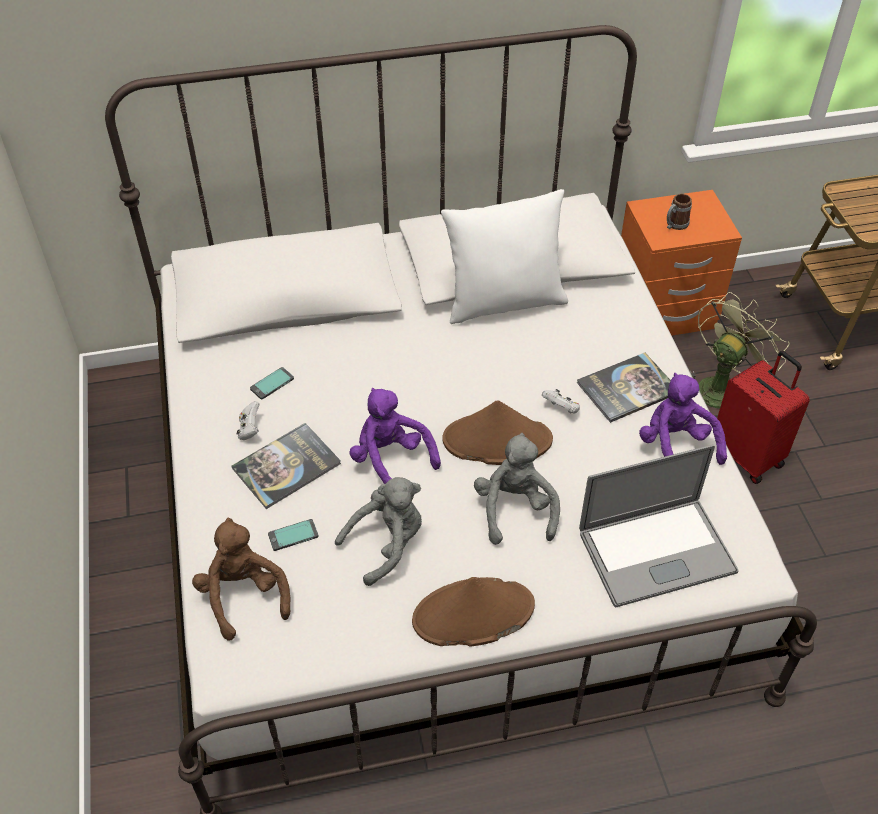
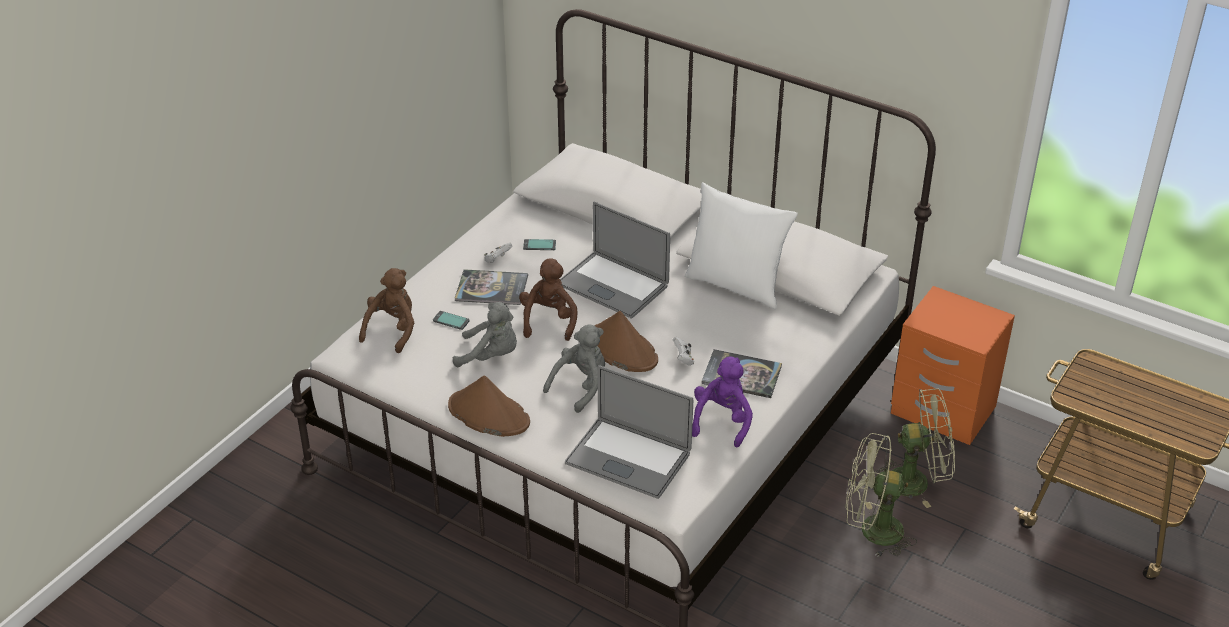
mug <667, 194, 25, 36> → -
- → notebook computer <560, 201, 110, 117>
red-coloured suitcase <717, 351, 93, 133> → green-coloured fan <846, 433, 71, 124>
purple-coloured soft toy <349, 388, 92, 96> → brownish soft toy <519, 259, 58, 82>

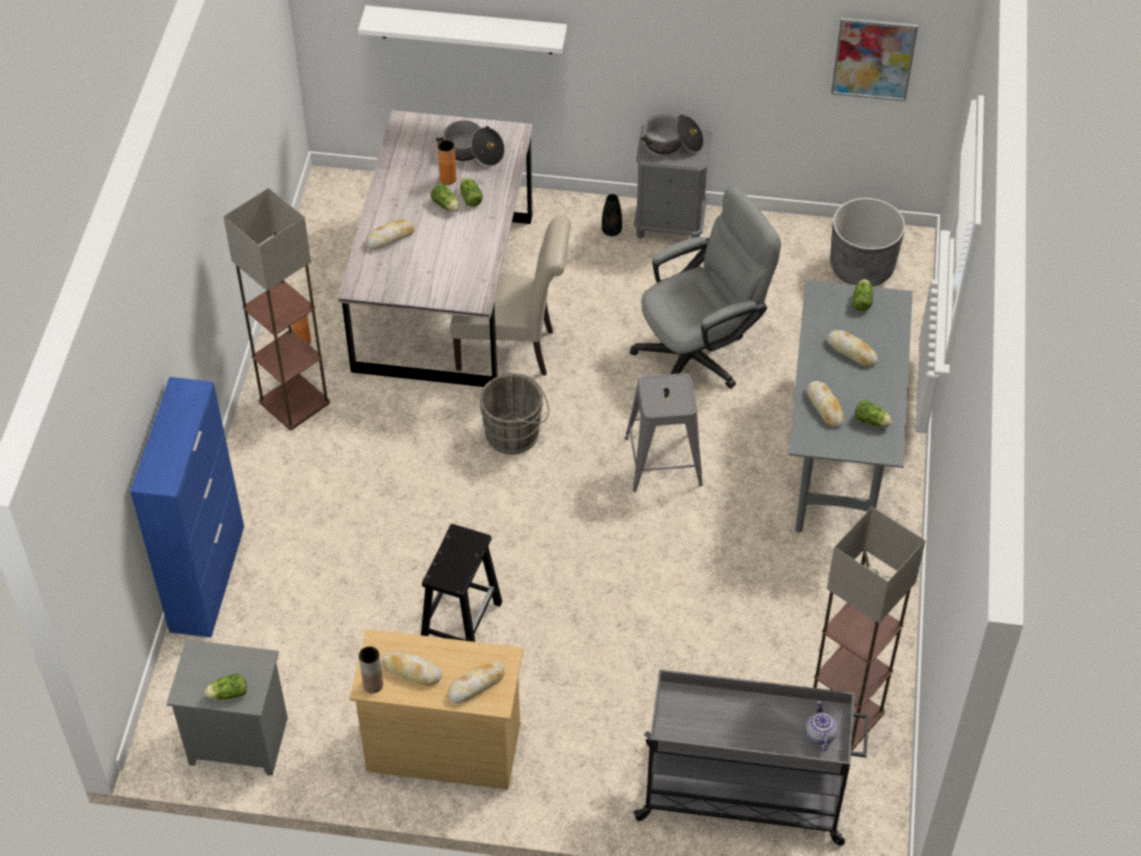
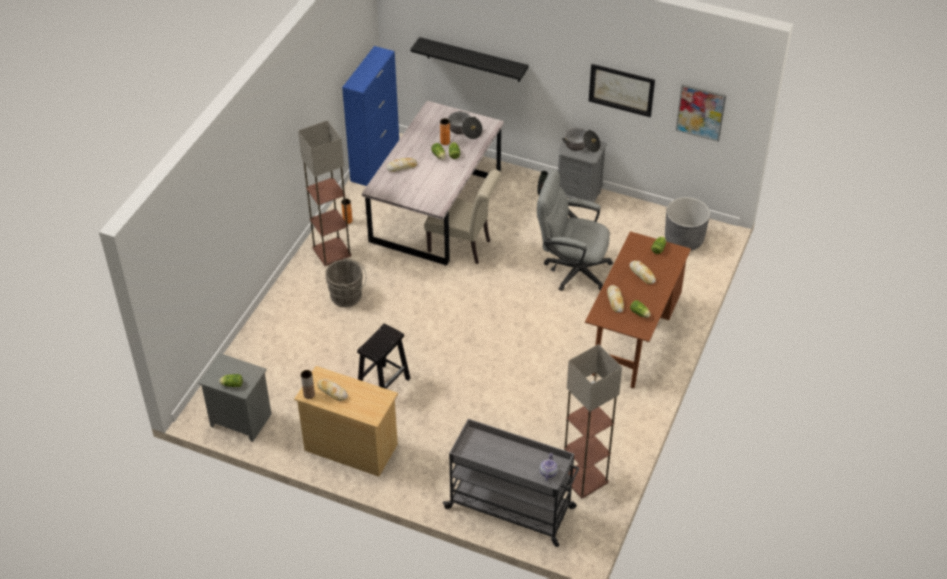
baked bread <448, 662, 57, 41> → -
gray stool seat <625, 373, 78, 119> → -
- → wall art <589, 64, 66, 53>
blue cabinet <130, 377, 114, 260> → blue cabinet <342, 46, 57, 140>, moved
gray bucket <480, 372, 69, 82> → gray bucket <325, 258, 41, 49>, moved
white bracket shelf <358, 5, 209, 49> → blackish bracket shelf <411, 37, 118, 45>
gray desk <789, 280, 124, 253> → brownish desk <585, 231, 106, 157>
gray office chair <630, 186, 151, 212> → gray office chair <537, 170, 76, 121>, 150 degrees counterclockwise

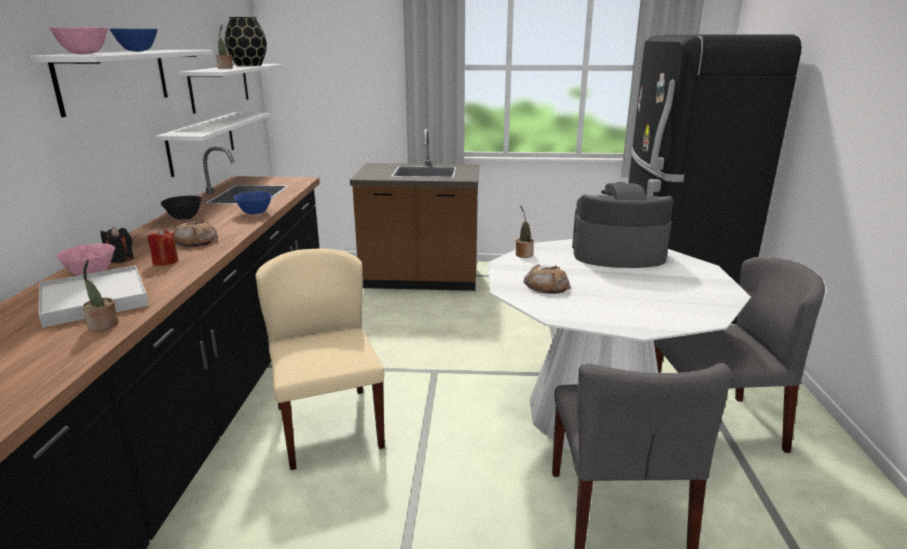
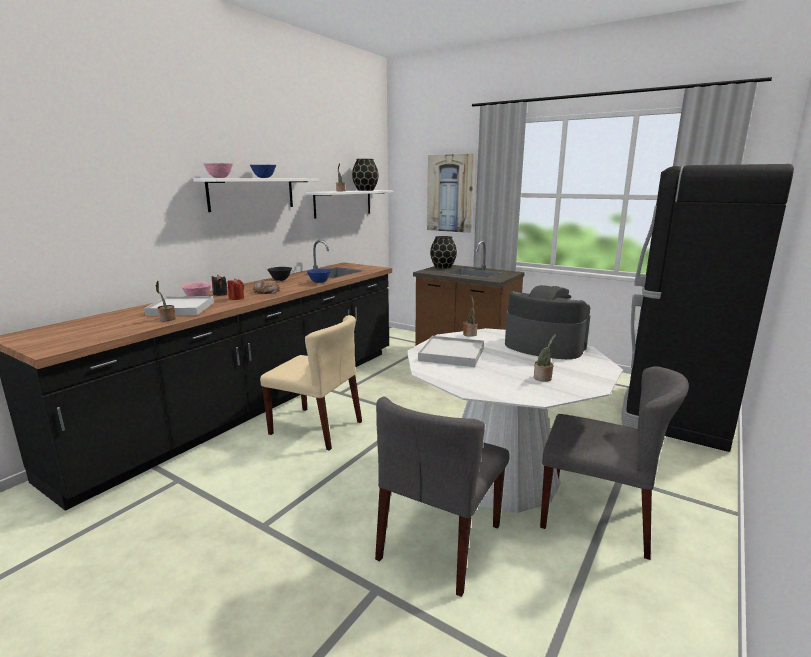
white bracket shelf <155, 112, 115, 65> → -
- → wall art <427, 154, 47, 79>
- → blackish flower vase <430, 236, 27, 33>
- → plant in a pot <534, 334, 22, 48>
baked bread <523, 264, 48, 30> → white carrying tray <418, 336, 66, 31>
beige upright chair <256, 248, 129, 222> → beige upright chair <260, 315, 102, 136>, 105 degrees clockwise

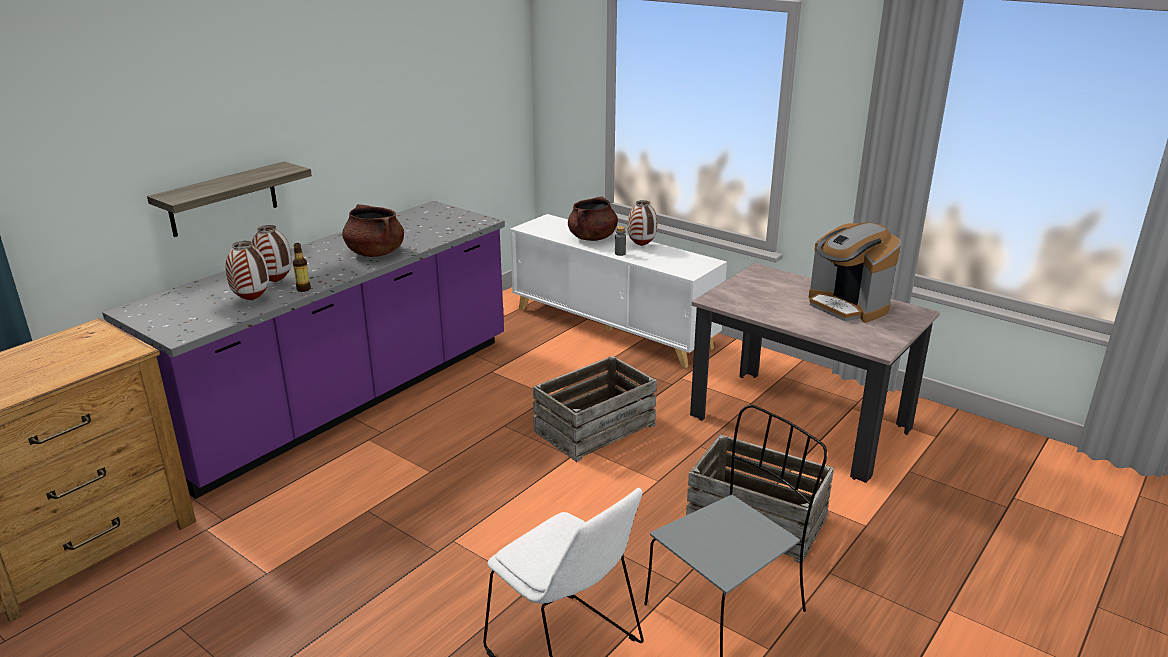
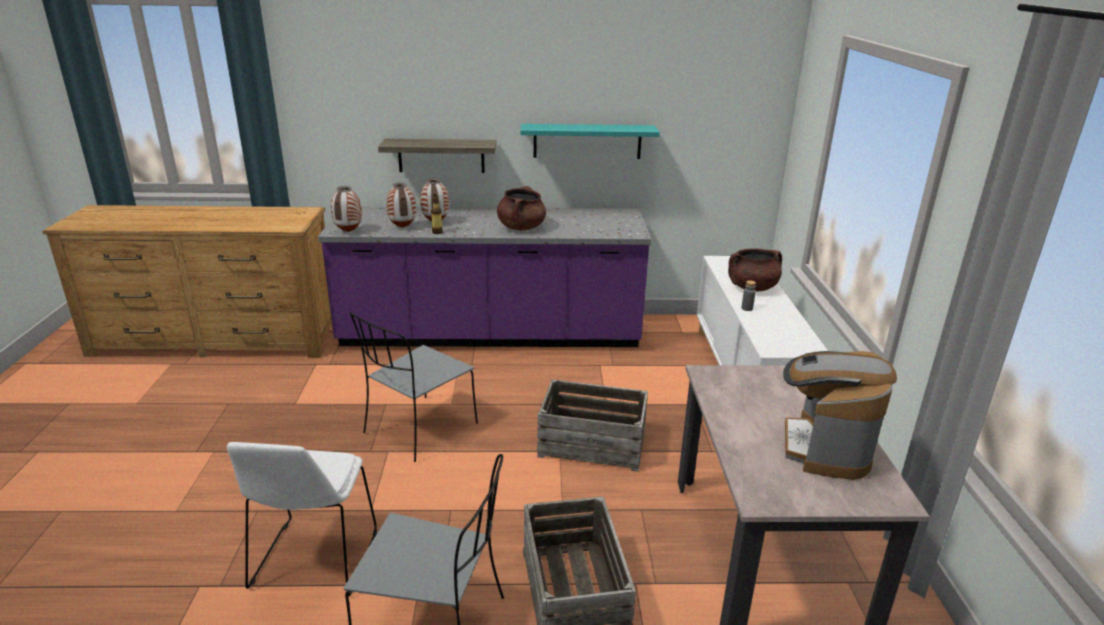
- → gray upright chair <350, 312, 128, 150>
- → blue-green bracket shelf <521, 124, 139, 35>
flower vase <627, 200, 30, 46> → flower vase <331, 186, 31, 46>, moved

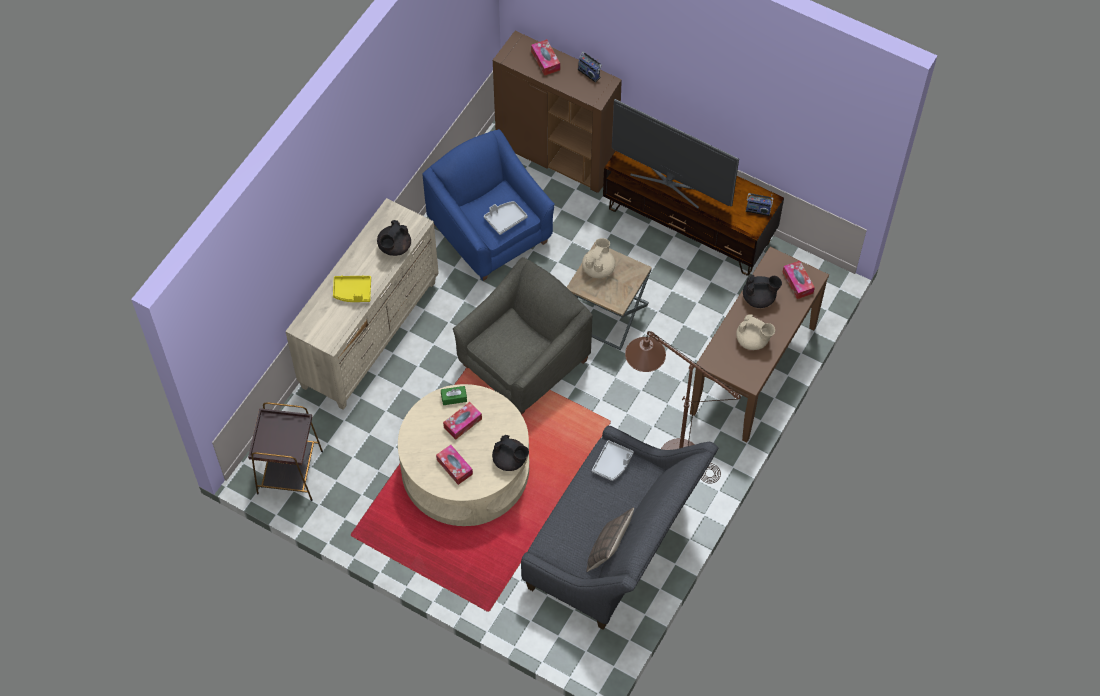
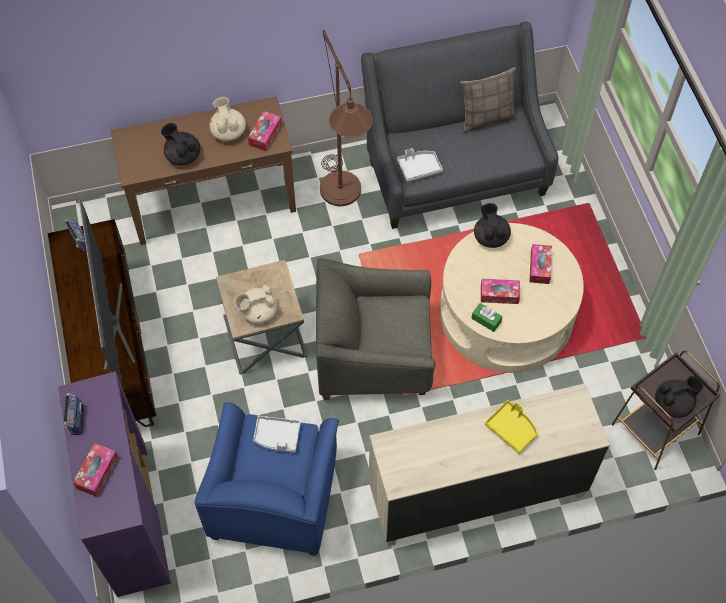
blackish tea pot <377, 220, 34, 36> → blackish tea pot <655, 376, 48, 42>, moved
tissue holder <782, 261, 33, 38> → tissue holder <248, 111, 34, 40>, moved
brownish cabinet <493, 31, 129, 162> → purple-coloured cabinet <58, 371, 113, 226>

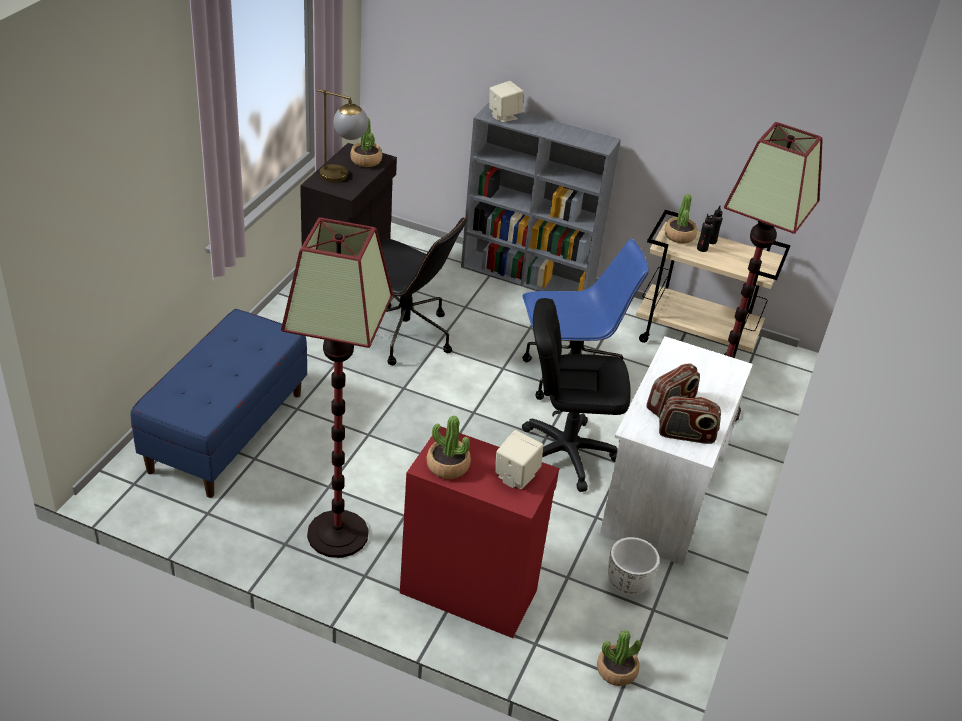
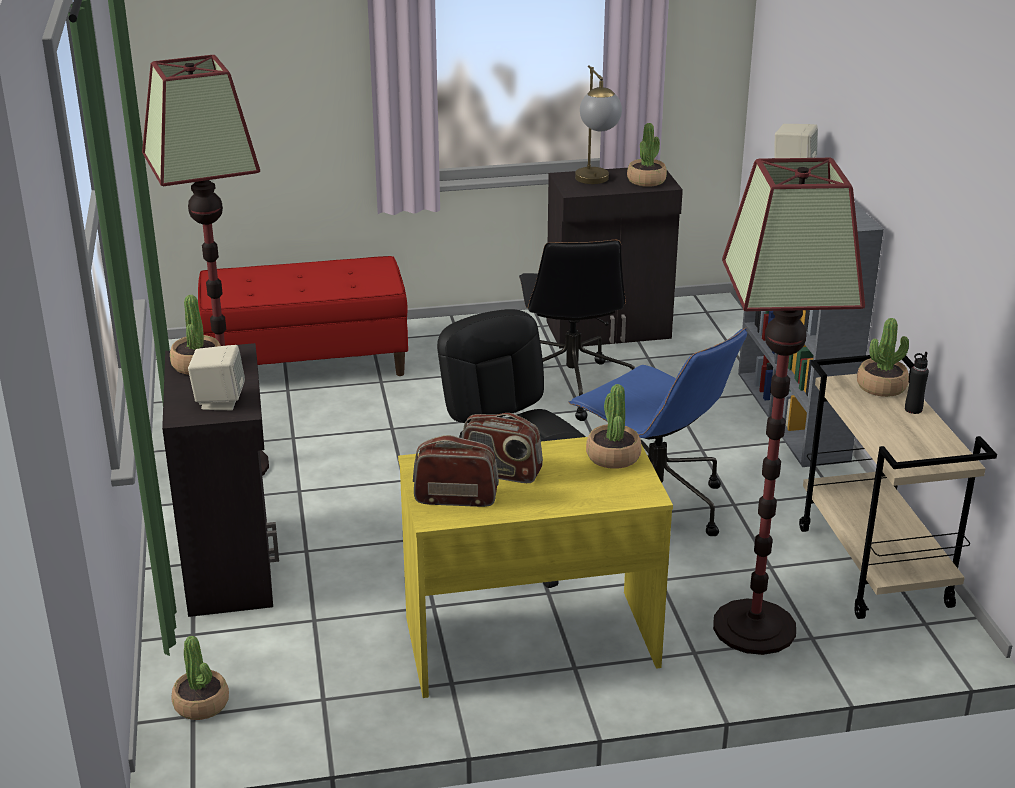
white plant pot <608, 537, 52, 58> → -
blackish beverage bottle <697, 214, 19, 38> → -
- → plant in a pot <586, 384, 55, 85>
blue bench <131, 309, 176, 189> → red-coloured bench <198, 256, 210, 120>
red-coloured cabinet <400, 426, 159, 212> → blackish cabinet <162, 343, 117, 274>
white desk <599, 336, 154, 230> → yellow desk <398, 437, 275, 261>
radio receiver <659, 396, 62, 48> → radio receiver <413, 435, 86, 72>, 120 degrees clockwise

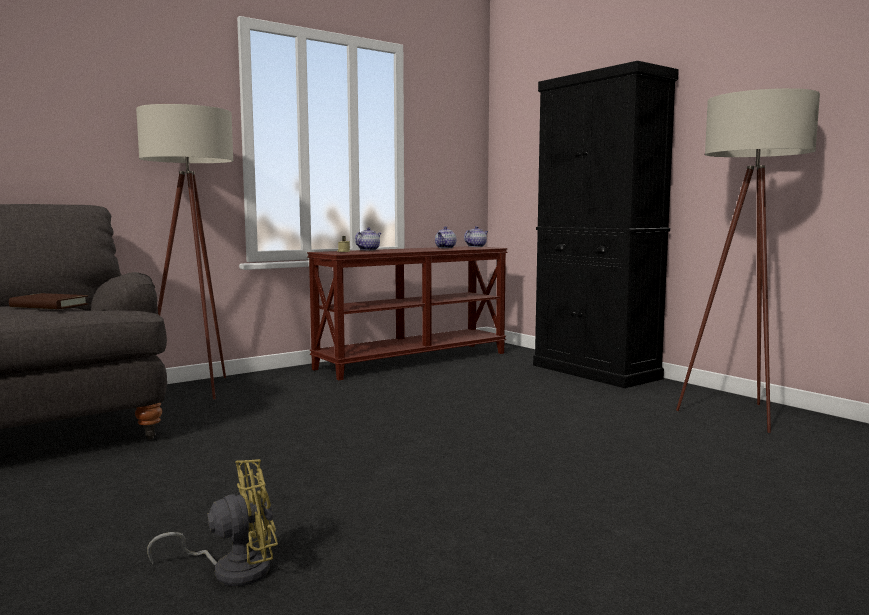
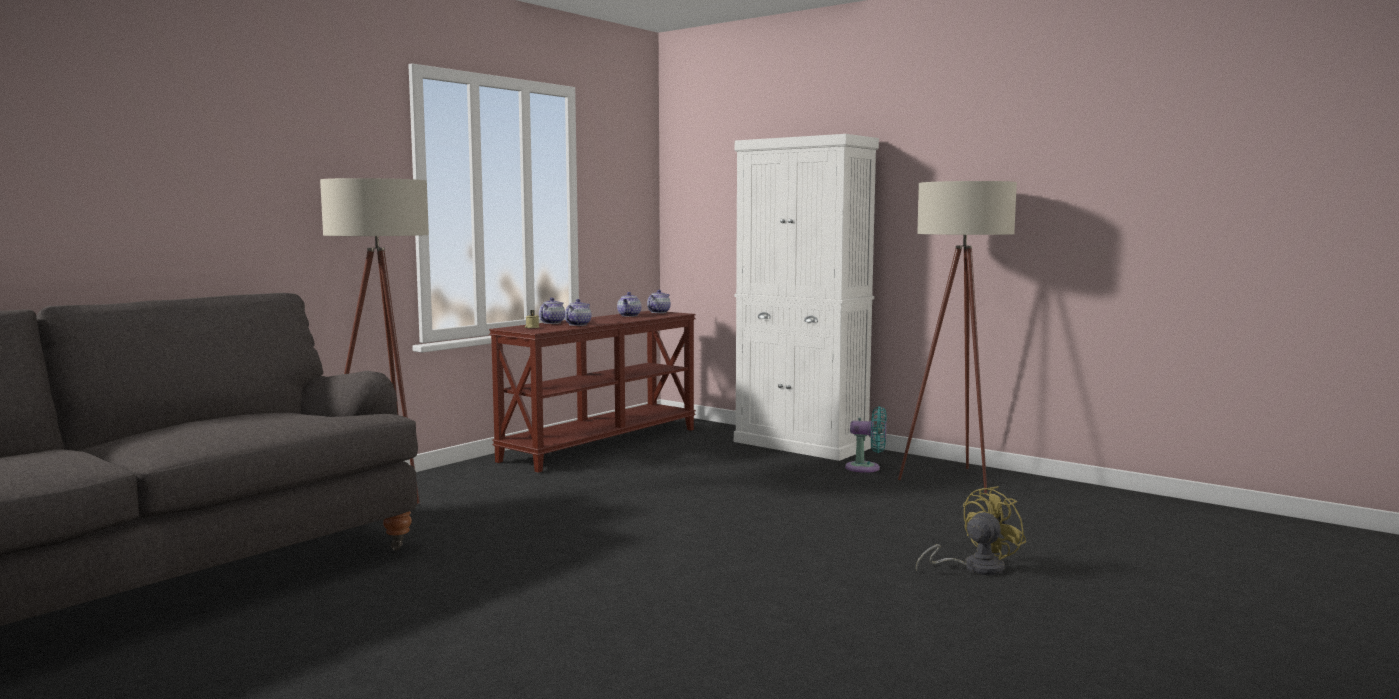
brownish book <9, 293, 80, 16> → -
- → tea pot <565, 299, 26, 27>
- → blue-green fan <845, 406, 42, 67>
yellow fan <147, 459, 131, 127> → yellow fan <916, 486, 111, 89>, moved
blackish cabinet <533, 61, 146, 327> → white cabinet <734, 134, 145, 327>

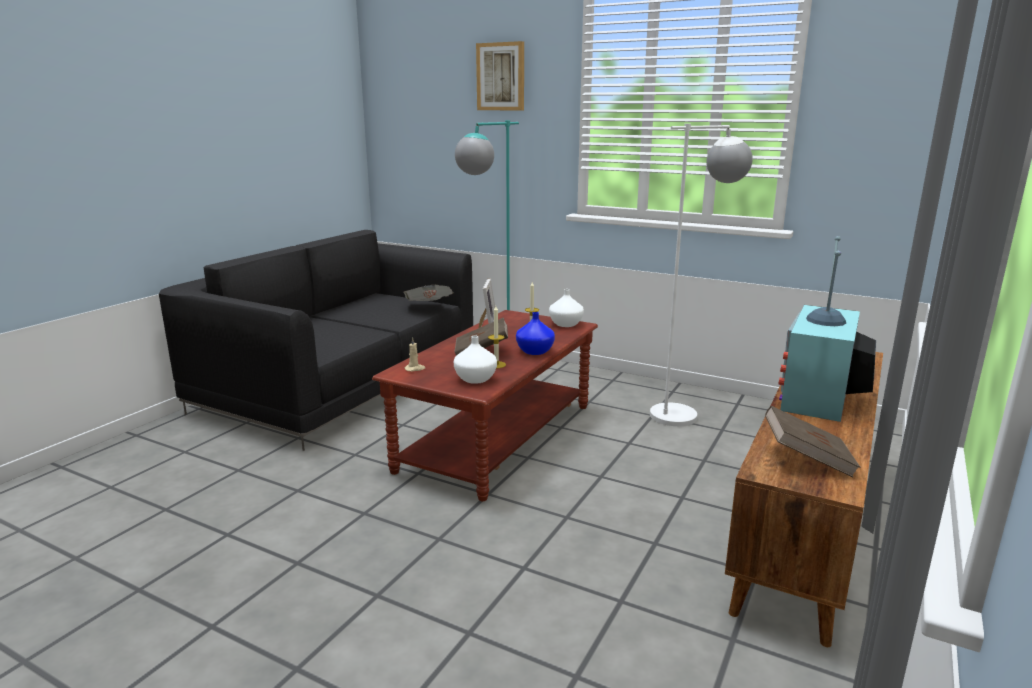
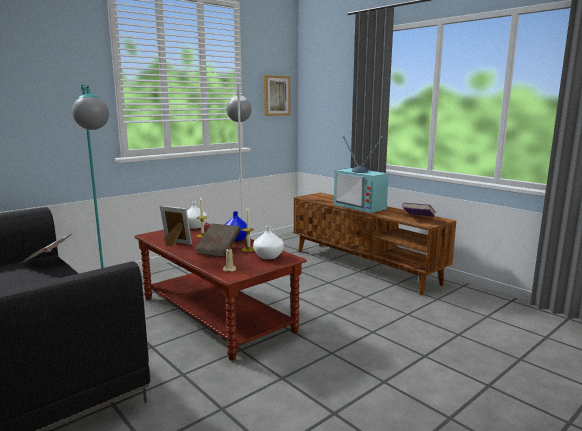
wall art <476, 41, 48, 69> → wall art <264, 75, 26, 41>, moved
brownish book <765, 406, 95, 71> → purple-coloured book <402, 203, 33, 14>

